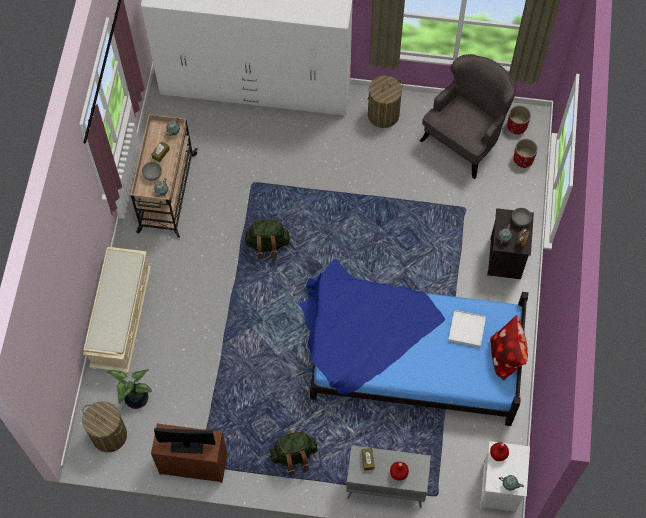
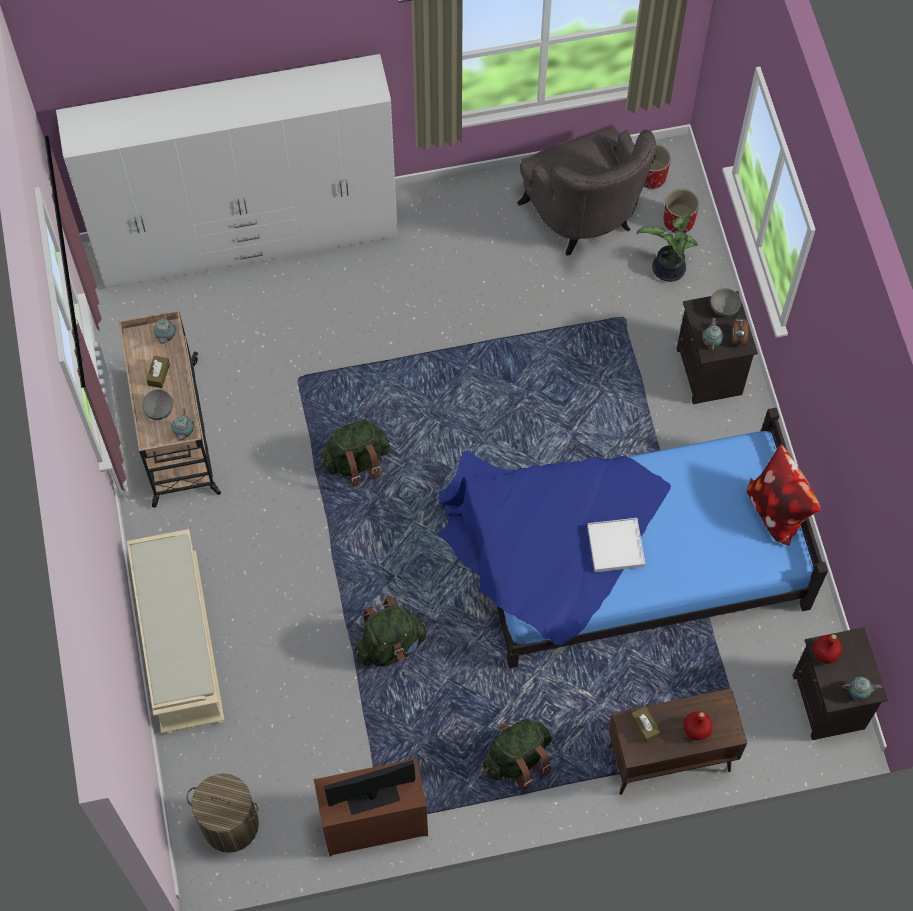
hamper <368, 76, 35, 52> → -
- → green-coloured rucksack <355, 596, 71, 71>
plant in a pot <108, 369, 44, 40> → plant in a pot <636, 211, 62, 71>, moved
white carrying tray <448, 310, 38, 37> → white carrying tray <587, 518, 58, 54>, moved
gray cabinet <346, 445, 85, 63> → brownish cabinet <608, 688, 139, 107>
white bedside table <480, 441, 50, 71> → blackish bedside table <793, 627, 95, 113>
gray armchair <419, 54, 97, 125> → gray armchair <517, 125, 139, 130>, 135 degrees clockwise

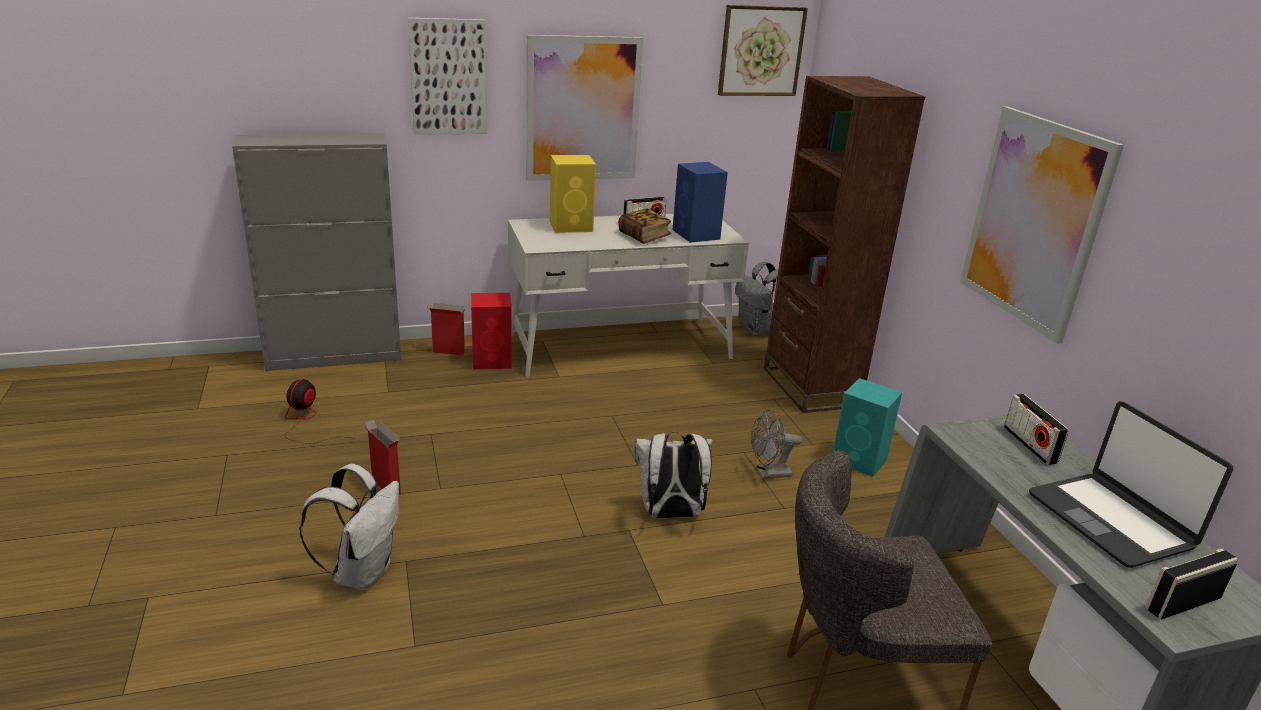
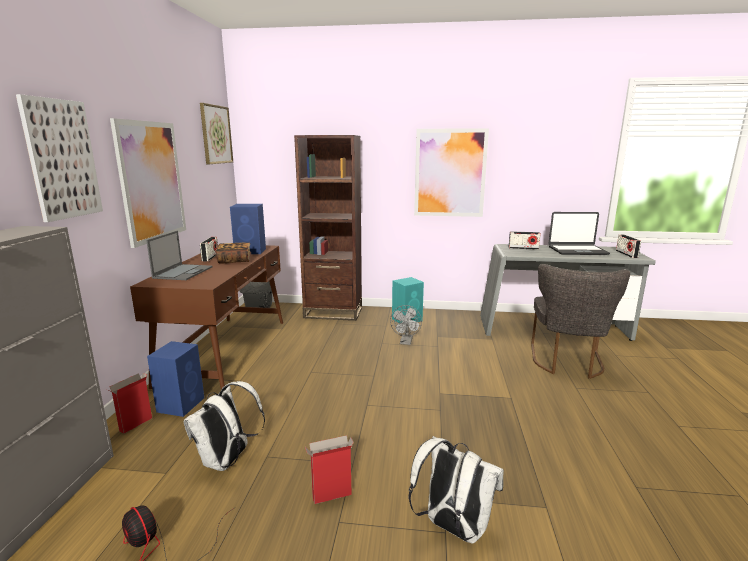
white rucksack <634, 432, 79, 87> → white rucksack <183, 381, 82, 90>, moved
yellow audio speaker <550, 155, 46, 78> → notebook computer <146, 231, 66, 49>
red-coloured audio speaker <471, 293, 41, 77> → blue audio speaker <147, 341, 57, 76>
white desk <508, 214, 241, 163> → brownish desk <130, 245, 153, 144>

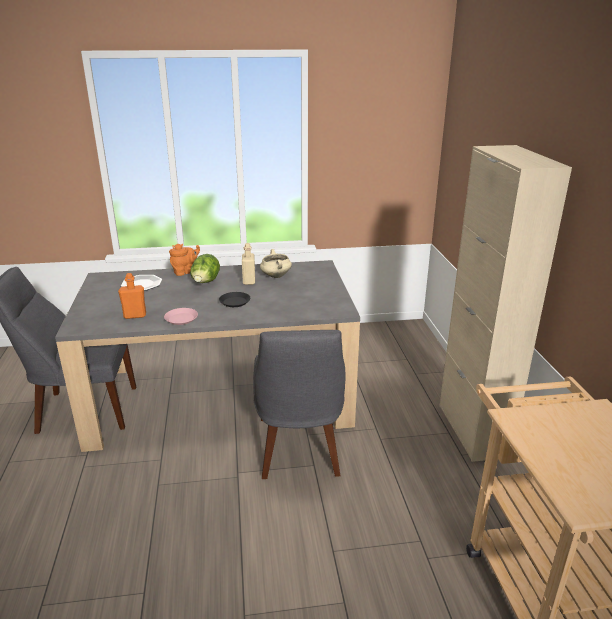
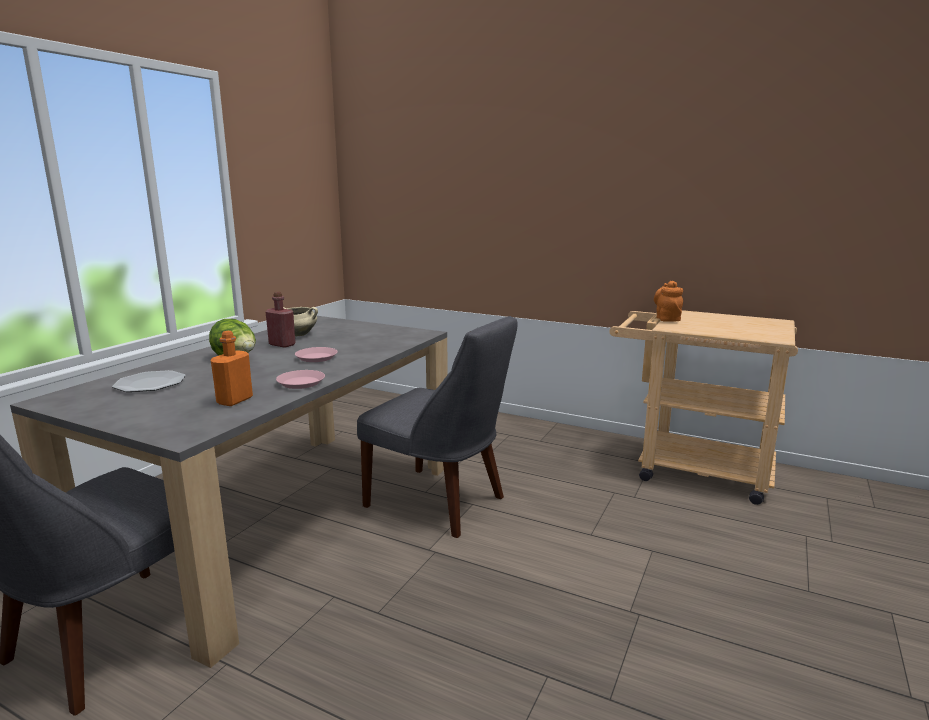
beige cabinet <439, 145, 133, 317> → -
orange-coloured tea pot <169, 244, 31, 32> → orange-coloured tea pot <654, 281, 29, 40>, moved
blackish flat dish <219, 292, 31, 15> → pink flat dish <295, 347, 43, 15>
beige beverage bottle <242, 243, 13, 42> → red-coloured beverage bottle <266, 292, 30, 56>

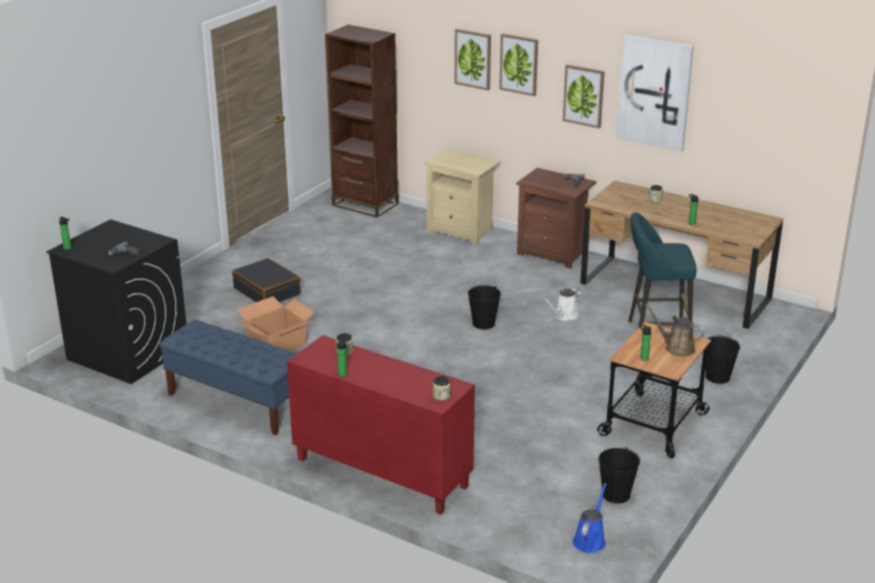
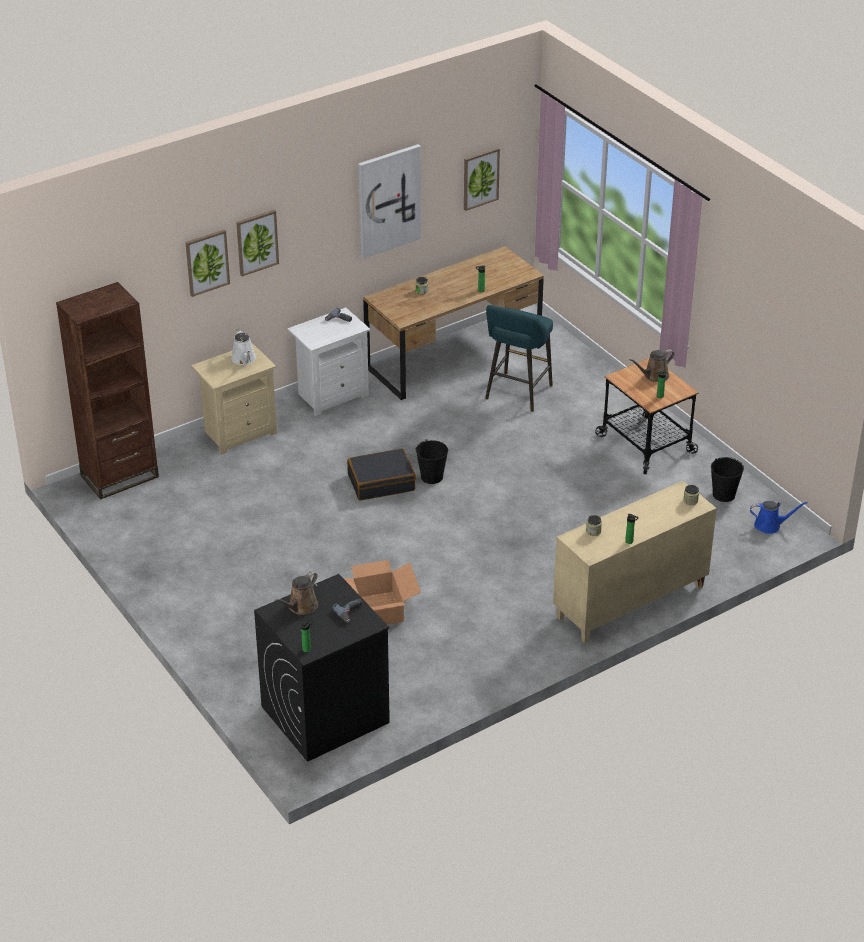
blue bench <159, 320, 137, 115> → -
blackish bucket <705, 336, 35, 48> → -
- → brownish watering pot <275, 571, 43, 44>
blackish suitcase <232, 258, 69, 44> → blackish suitcase <347, 448, 69, 52>, moved
white watering pot <542, 287, 39, 34> → white watering pot <232, 329, 24, 36>, moved
wall art <563, 65, 41, 63> → wall art <464, 148, 36, 63>, moved
red-coloured cabinet <287, 335, 188, 180> → beige cabinet <553, 481, 164, 163>
brownish bedside table <516, 168, 80, 100> → white bedside table <287, 307, 83, 109>
blue watering pot <573, 483, 34, 70> → blue watering pot <750, 501, 58, 33>, 135 degrees clockwise

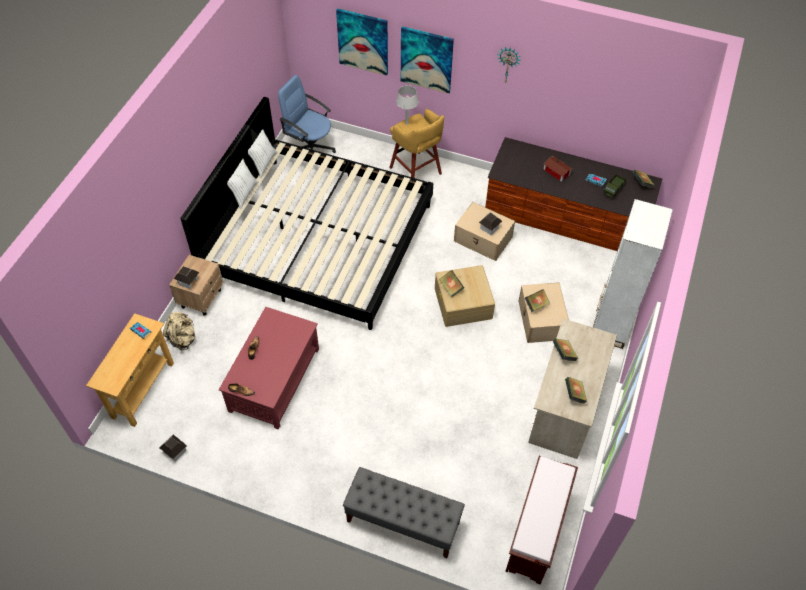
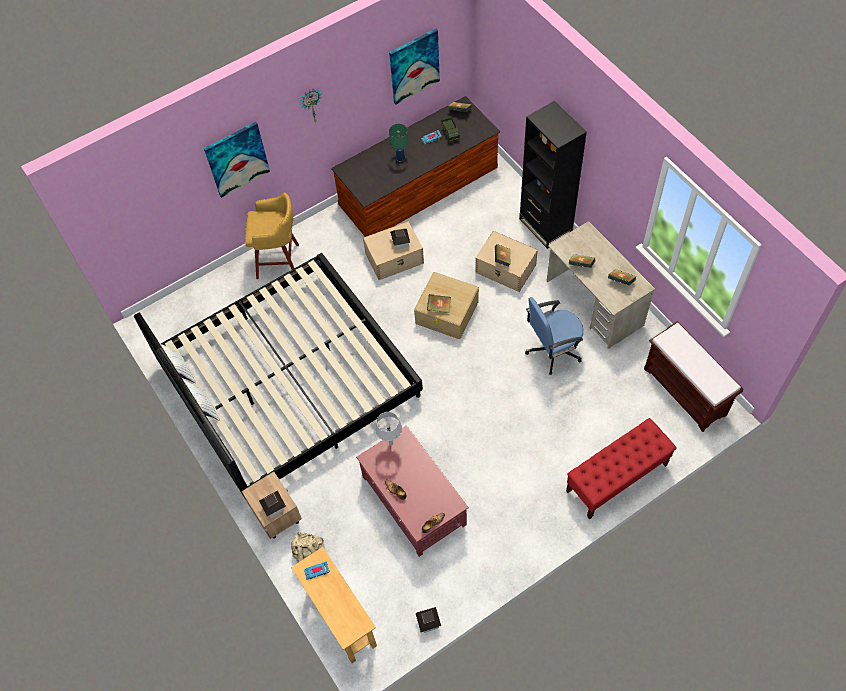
blue office chair <278, 75, 58, 78> → blue office chair <525, 297, 58, 78>, moved
wall art <336, 8, 52, 68> → wall art <389, 29, 51, 76>, moved
gray tabletop lamp <396, 85, 22, 40> → gray tabletop lamp <375, 412, 27, 34>, moved
miniature house <543, 156, 29, 26> → green-coloured tabletop lamp <389, 124, 19, 37>
gray bench <343, 467, 122, 91> → red-coloured bench <566, 418, 111, 102>
white bookshelf <593, 199, 80, 150> → blackish bookshelf <519, 101, 68, 148>

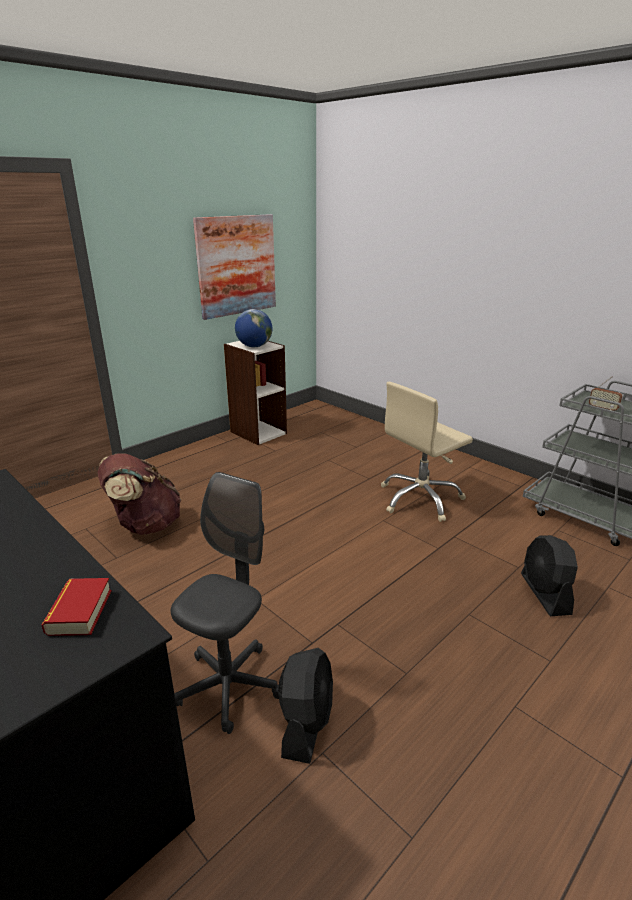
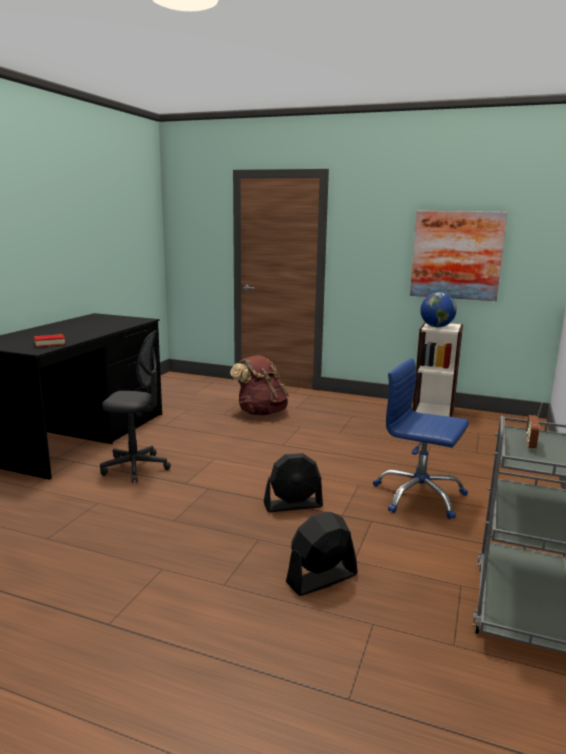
blackish fan <278, 648, 55, 116> → blackish fan <264, 453, 59, 59>, moved
beige office chair <381, 382, 92, 140> → blue office chair <373, 358, 96, 161>

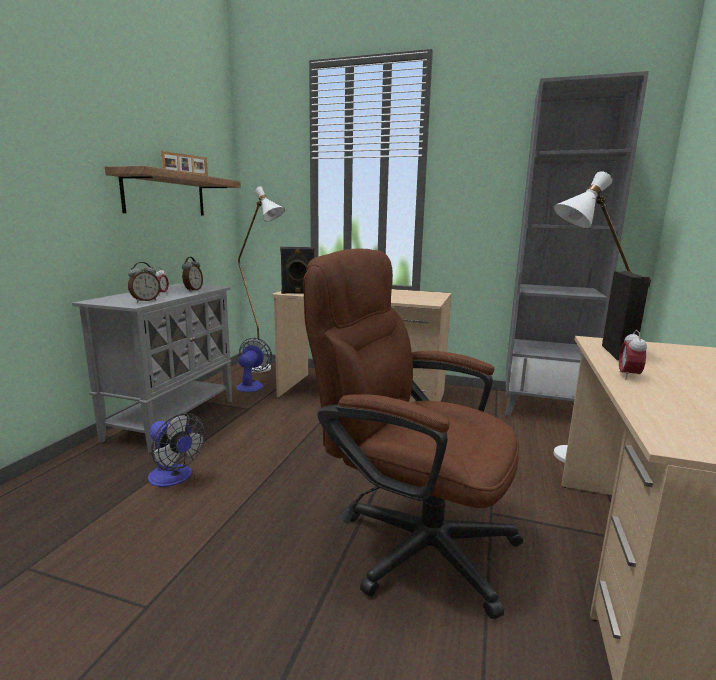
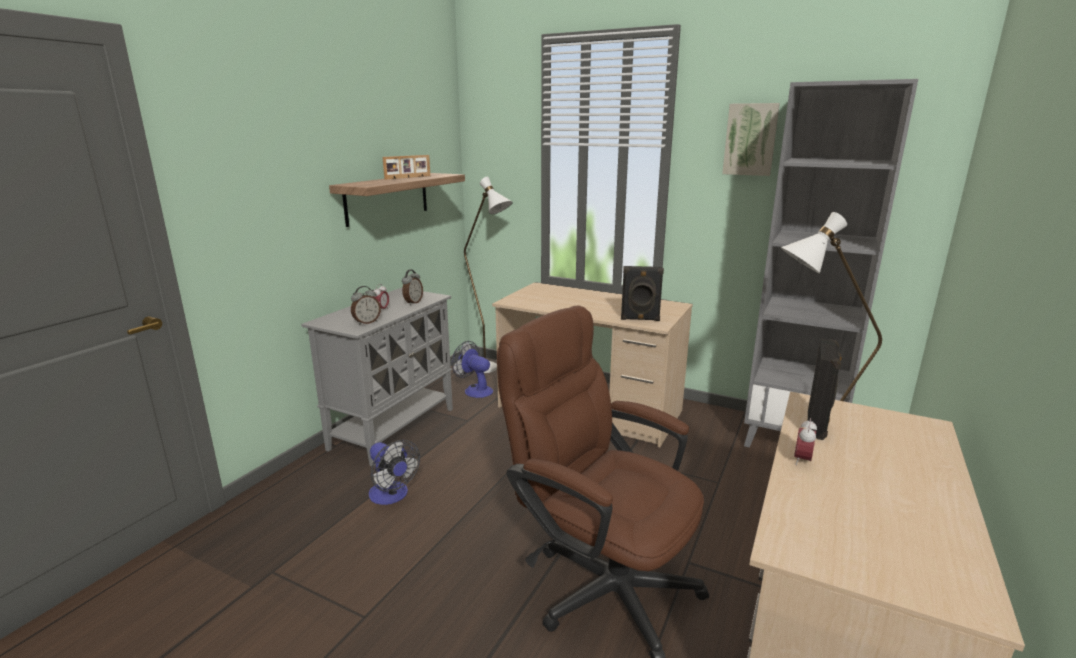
- → wall art <722, 103, 58, 73>
blackish audio speaker <280, 247, 35, 47> → blackish audio speaker <621, 266, 43, 55>, moved
fan <236, 338, 36, 54> → fan <452, 341, 41, 57>, 75 degrees counterclockwise

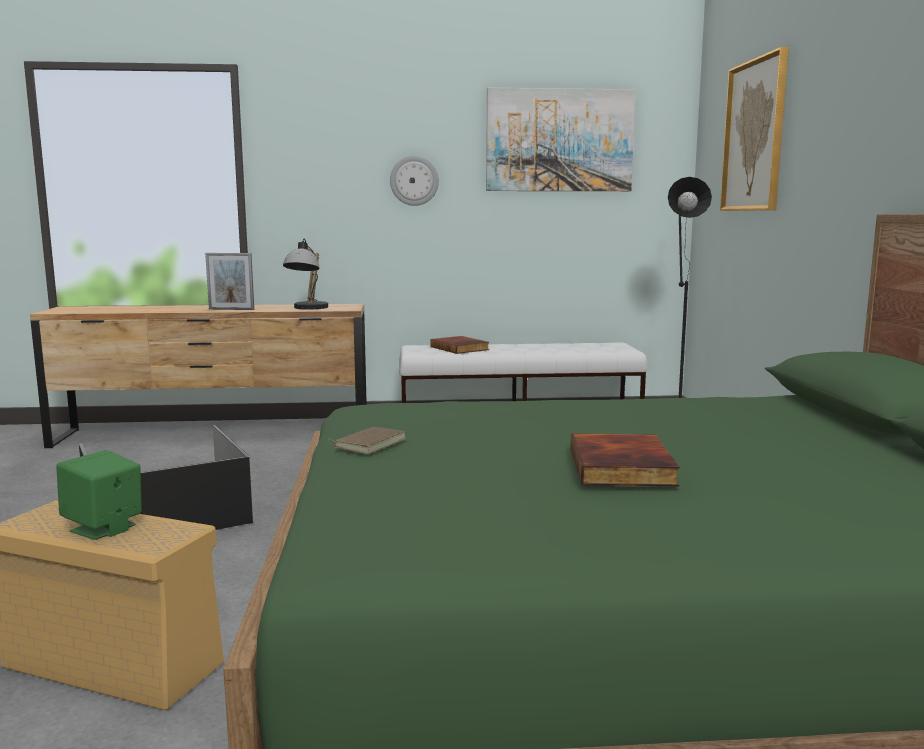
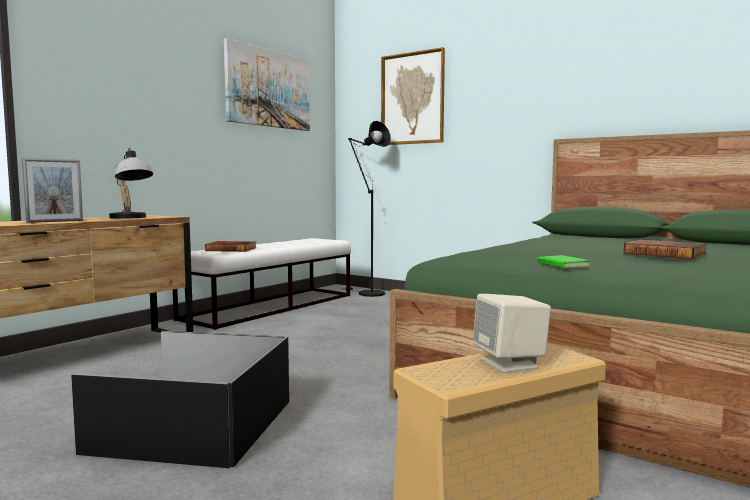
clock on the wall <390, 156, 49, 50> → -
green-coloured audio speaker <56, 450, 86, 90> → beige audio speaker <473, 294, 78, 78>
brownish book <327, 427, 79, 27> → green-coloured book <537, 255, 53, 13>

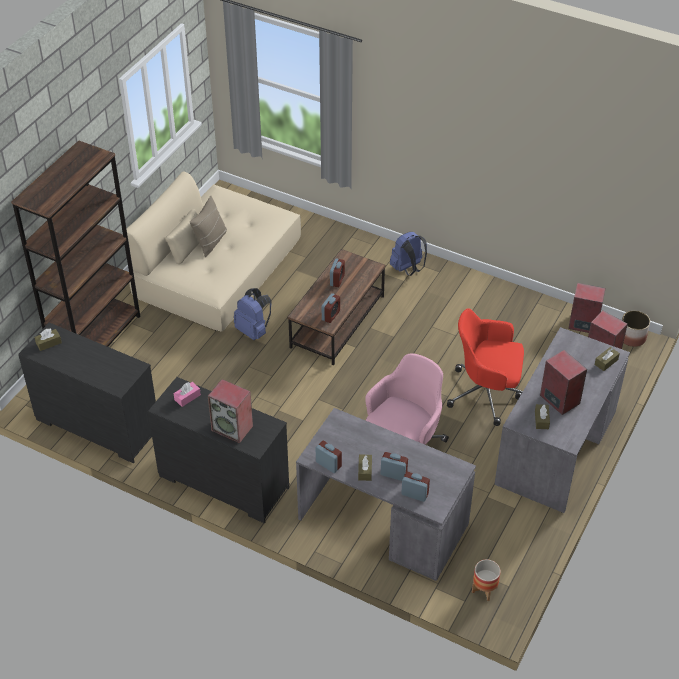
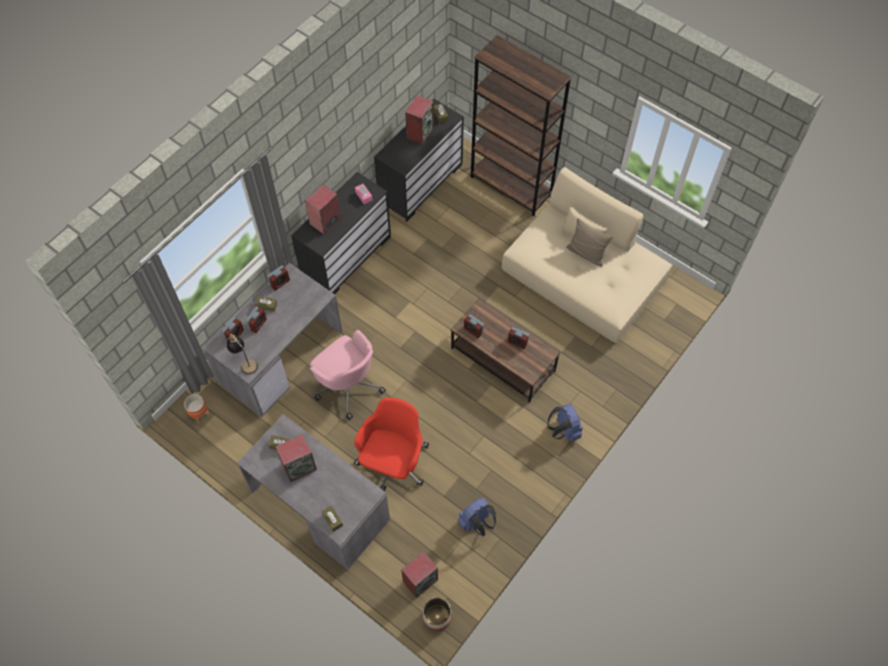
- → tabletop lamp <227, 334, 31, 41>
blue rucksack <234, 288, 38, 52> → blue rucksack <458, 498, 38, 38>, moved
audio speaker <568, 283, 38, 50> → audio speaker <405, 95, 29, 49>, moved

